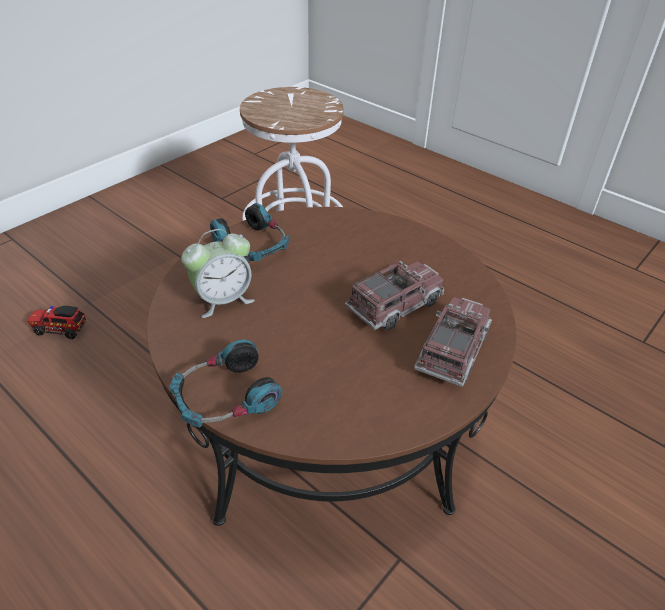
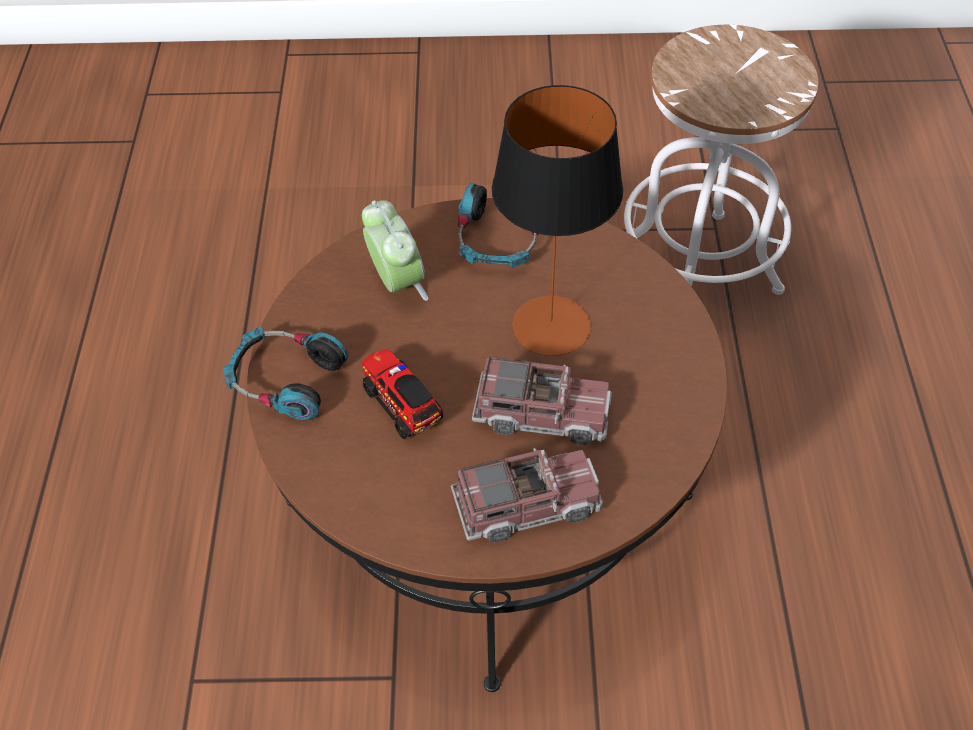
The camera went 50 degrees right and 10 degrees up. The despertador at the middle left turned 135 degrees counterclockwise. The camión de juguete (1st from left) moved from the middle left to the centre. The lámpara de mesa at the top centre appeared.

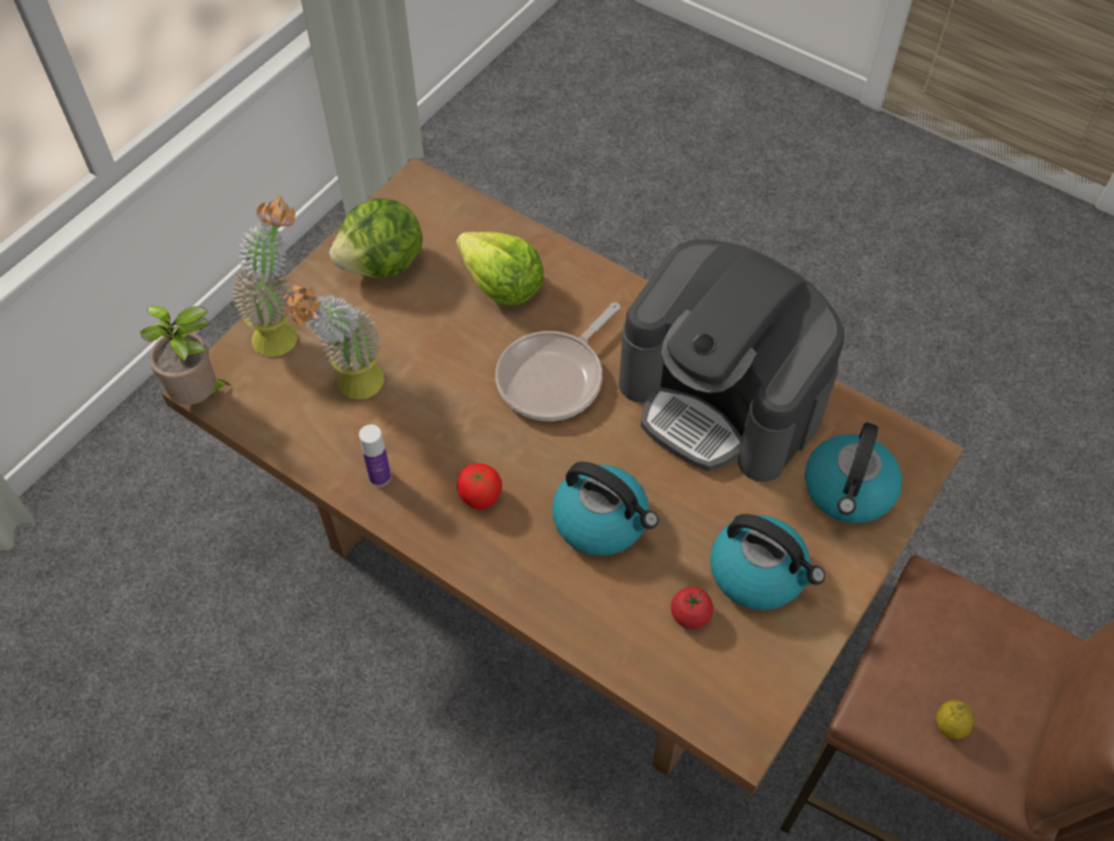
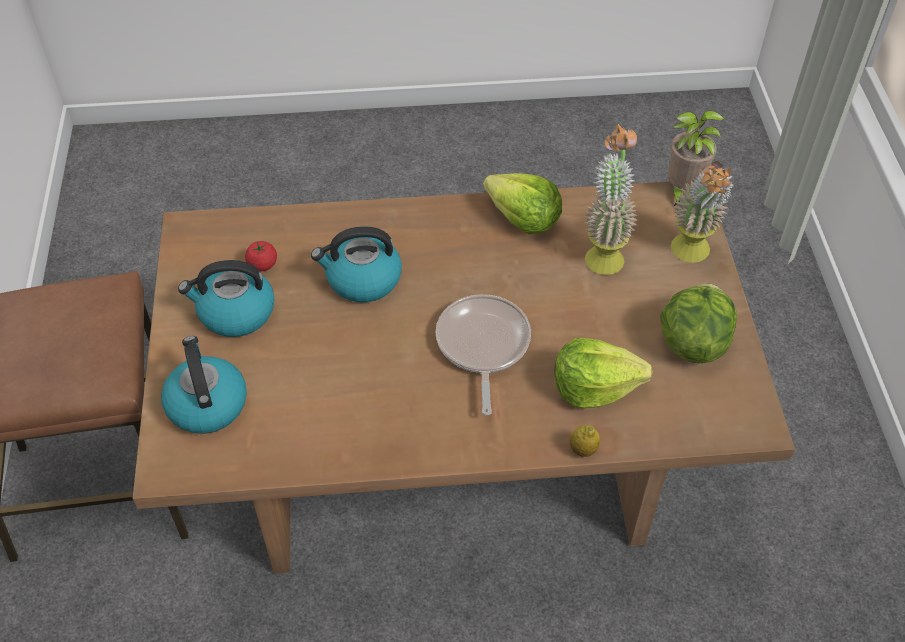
The camera went 140 degrees right and 5 degrees down. The botella at the centre was replaced by the lechuga (1st from left) at the top centre. The limón moved from the bottom right to the bottom centre. The tomate (1st from left) at the centre disappeared. The cafetera at the centre disappeared.

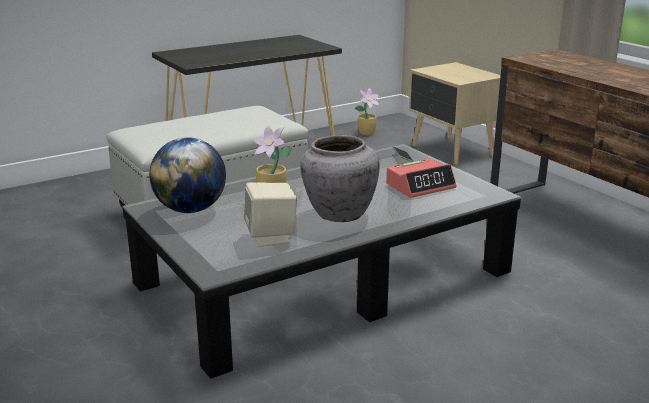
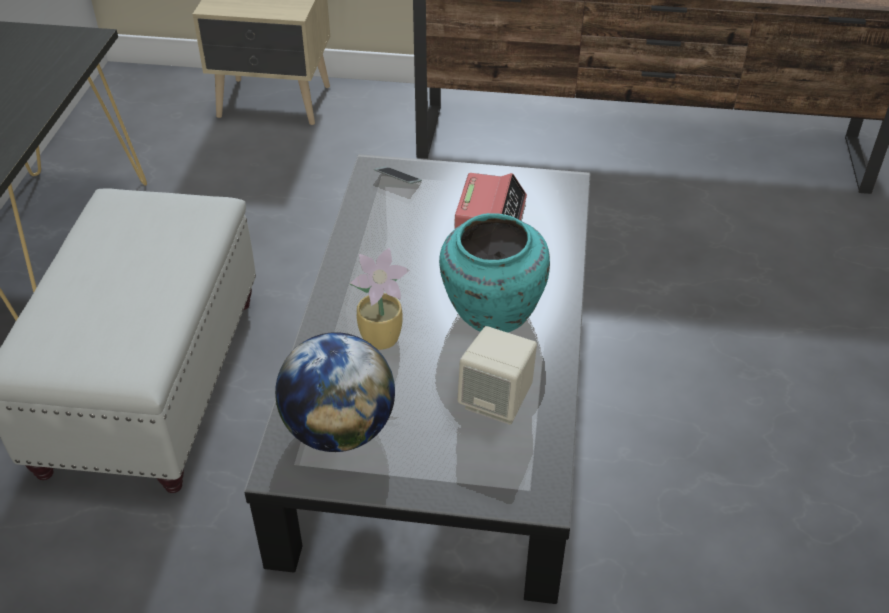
The camera went 50 degrees left and 20 degrees up. The florero (gris) at the centre became the florero (turquesa) at the centre. The planta en maceta (2nd from left) at the top centre disappeared.

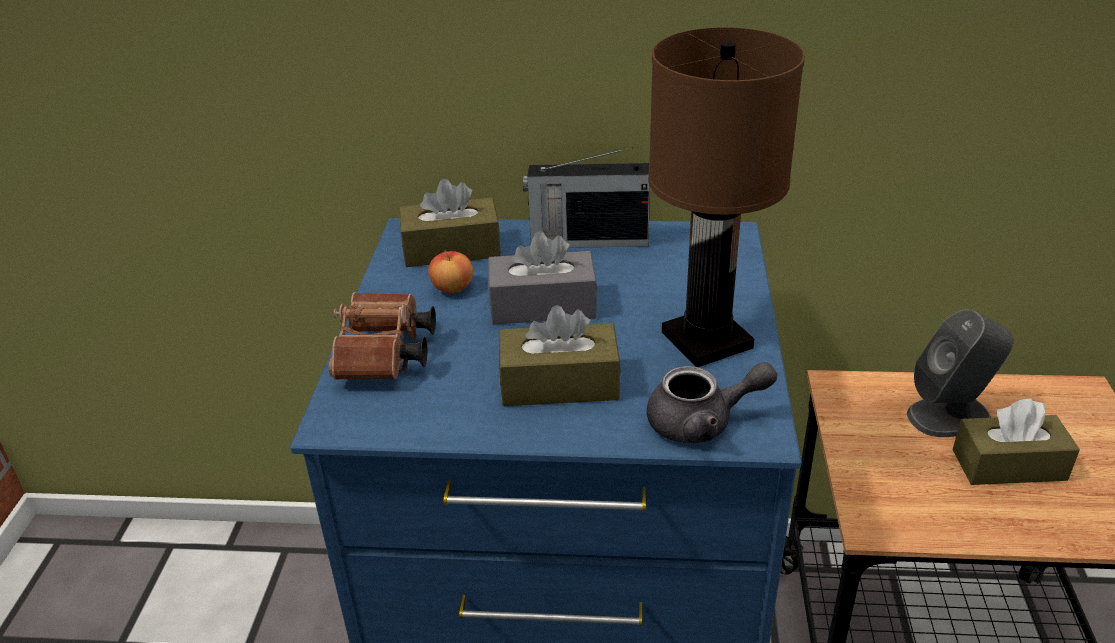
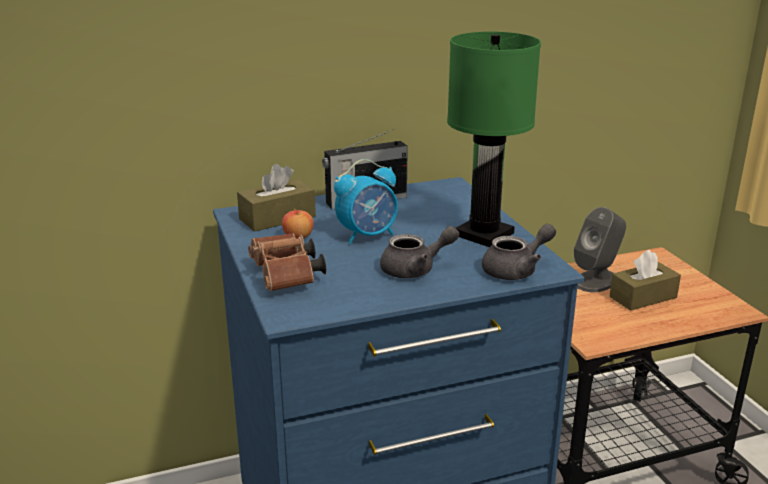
The camera went 25 degrees left and 10 degrees down. The caja de pañuelos (gris) at the centre was replaced by the despertador at the centre. The caja de pañuelos (marrón) (2nd from left) at the centre was replaced by the tetera (gris) (1st from left) at the centre. The lámpara de mesa (marrón) at the top centre became the lámpara de mesa (verde) at the top centre.

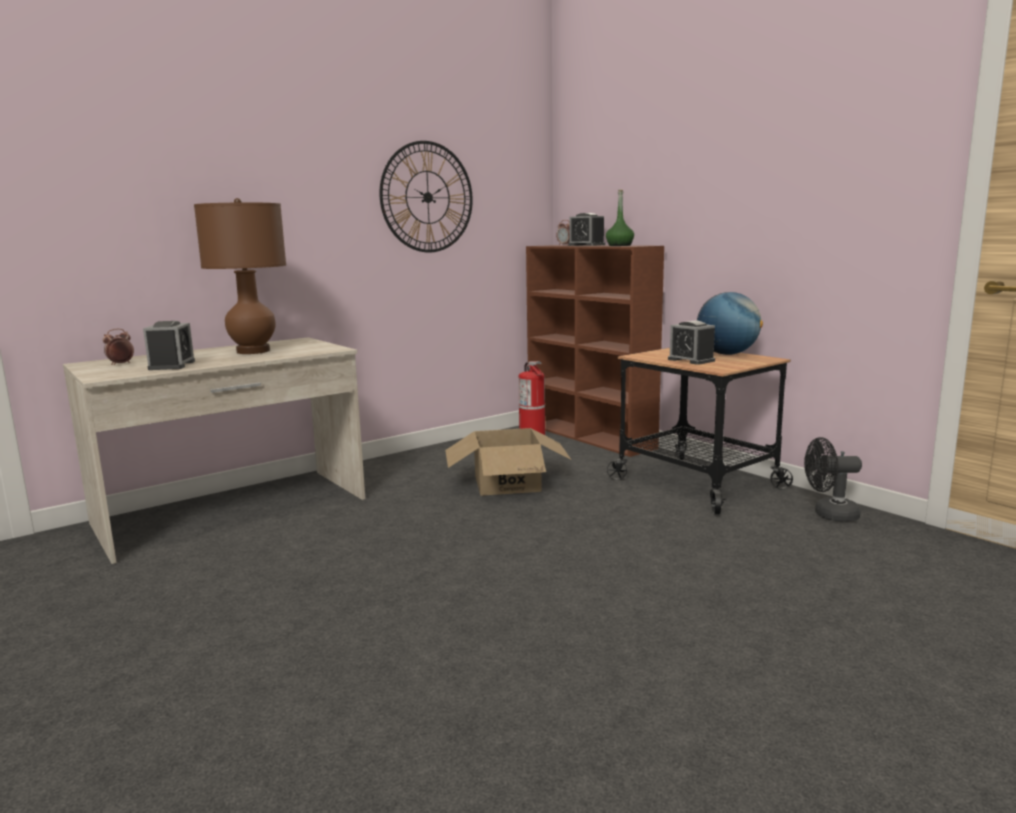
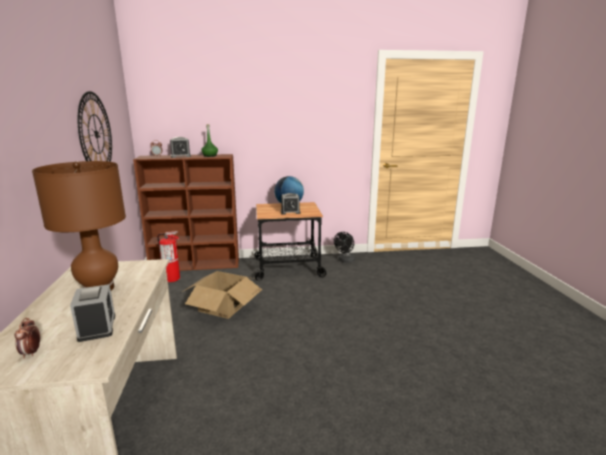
The camera went 60 degrees left and 5 degrees up. The despertador (2nd from left) at the middle left turned 45 degrees clockwise.

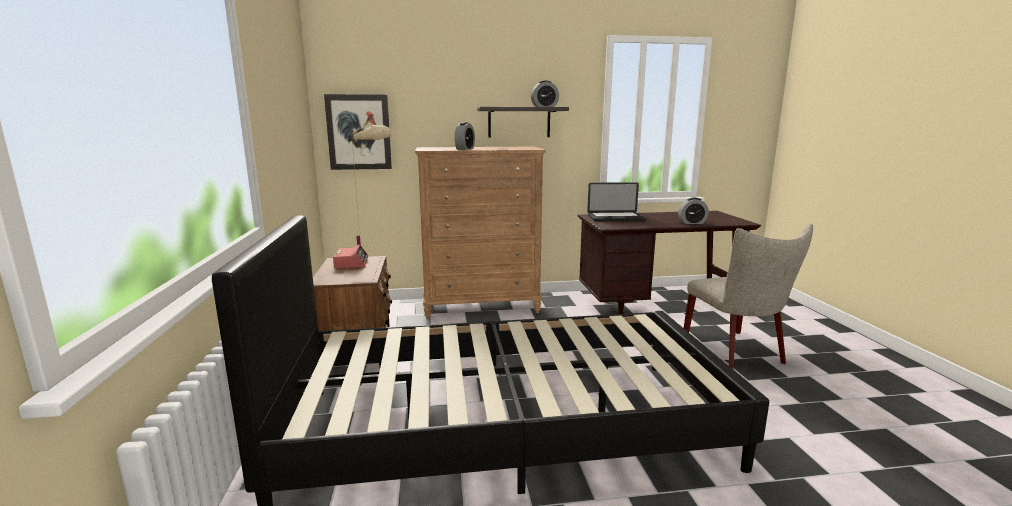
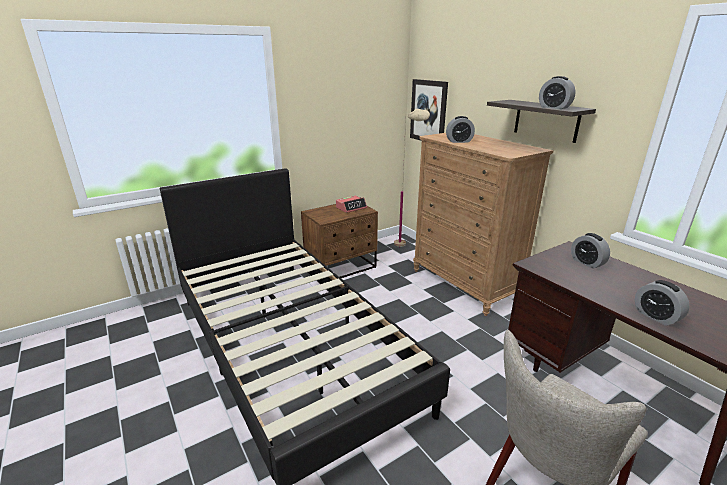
The camera went 65 degrees right and 10 degrees up. The portátil at the centre was replaced by the despertador (4th from left) at the middle right.

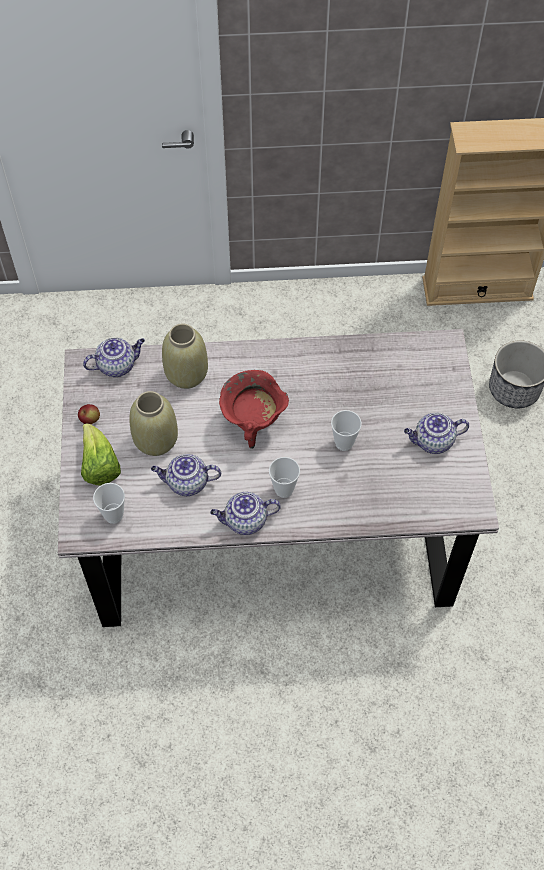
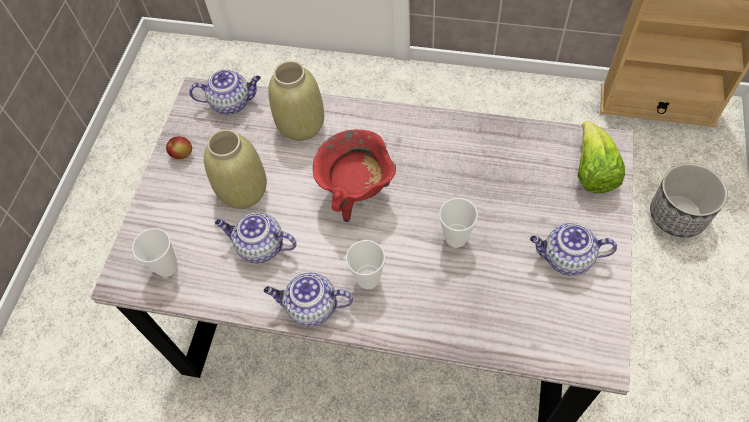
The camera went 20 degrees right and 0 degrees up. The lechuga moved from the middle left to the middle right.

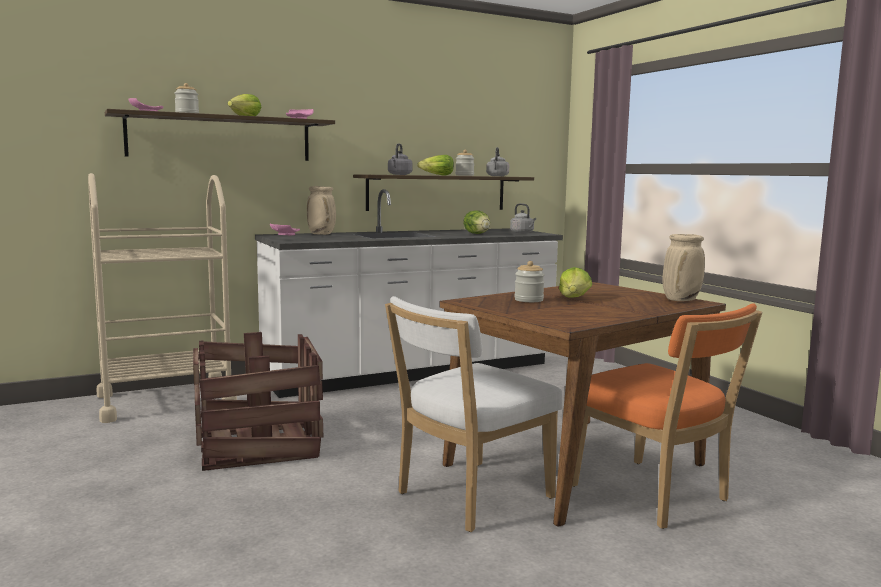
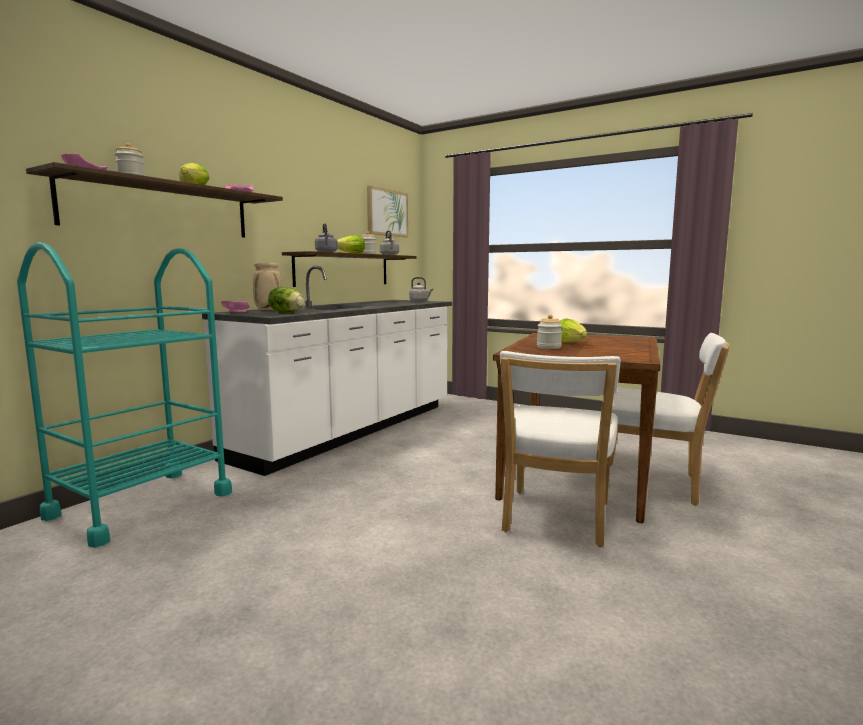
The camera went 30 degrees left and 0 degrees up. The carrito (beis) at the middle left became the carrito (turquesa) at the middle left. The lechuga (3rd from left in the first image) moved from the centre to the middle left. The cuadro at the top centre appeared. The silla (naranja) at the bottom right became the silla (blanco) (2nd from left) at the middle right. The caja de embalaje at the bottom left disappeared. The florero (beis) (2nd from left) at the middle right disappeared.

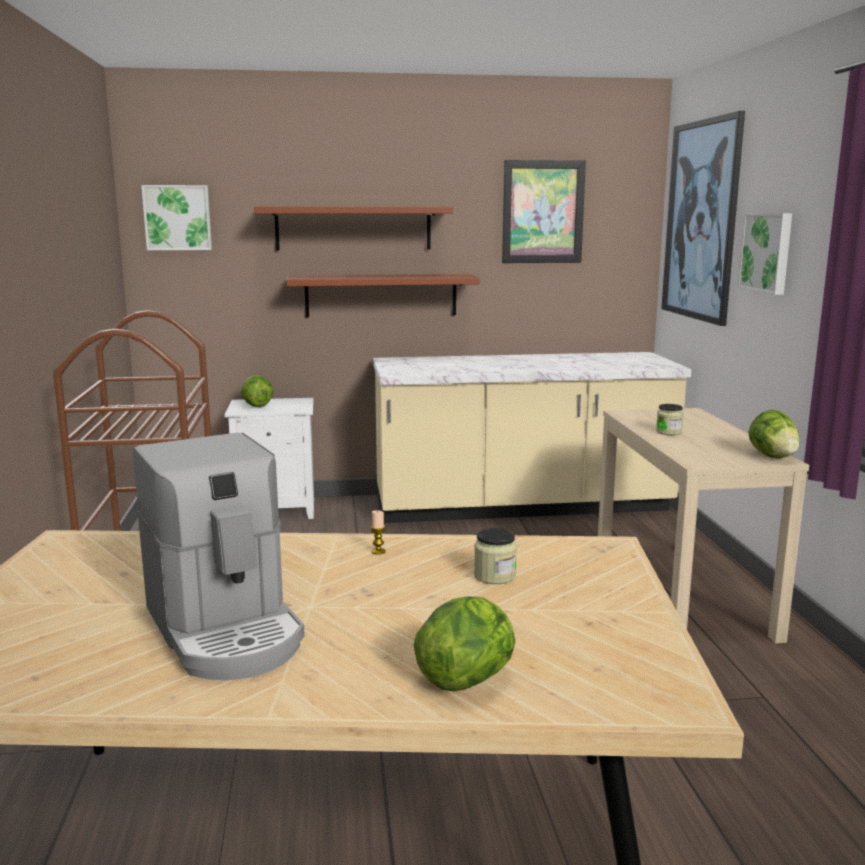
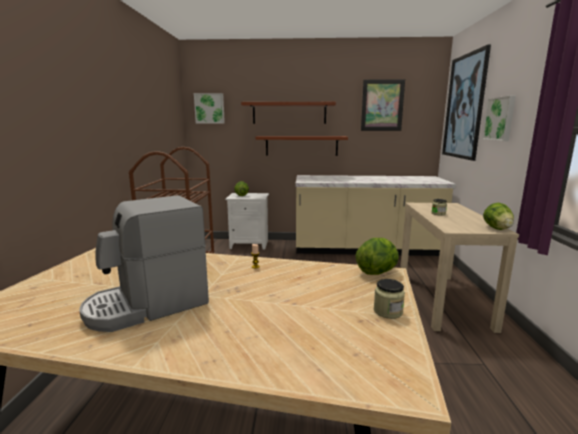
The camera went 10 degrees right and 0 degrees up. The cafetera at the middle left turned 75 degrees clockwise. The lechuga (2nd from left) moved from the bottom centre to the centre. The tarro (1st from left) moved from the centre to the bottom right.

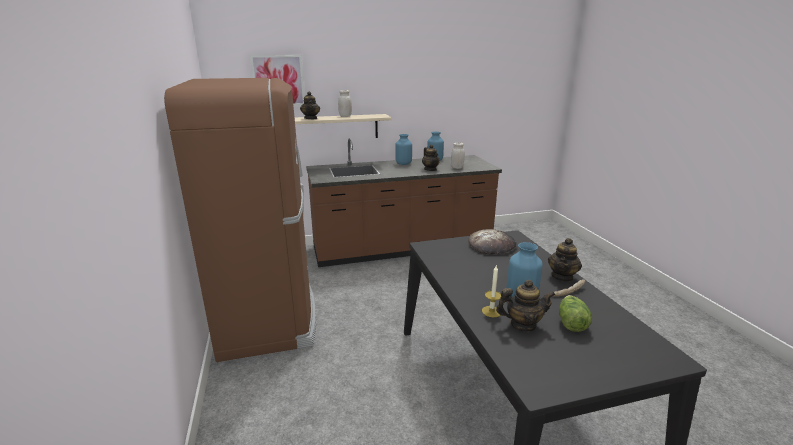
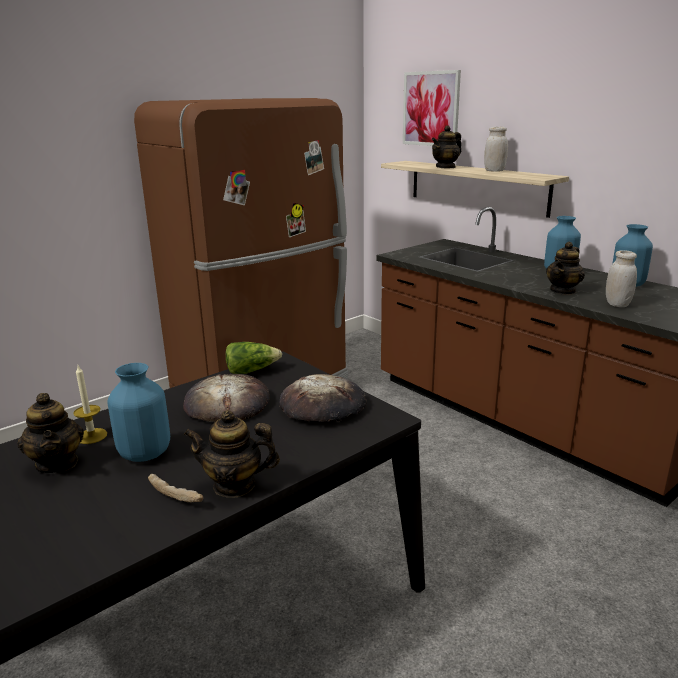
The camera went 65 degrees right and 0 degrees up. The pan (2nd from left) at the centre appeared. The lechuga moved from the bottom right to the centre.

